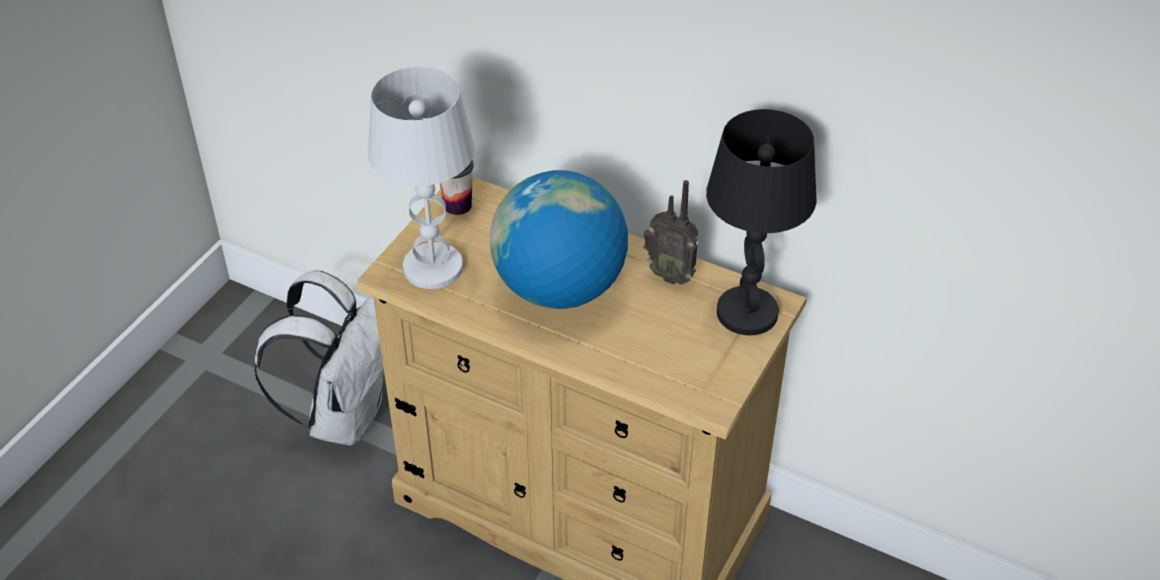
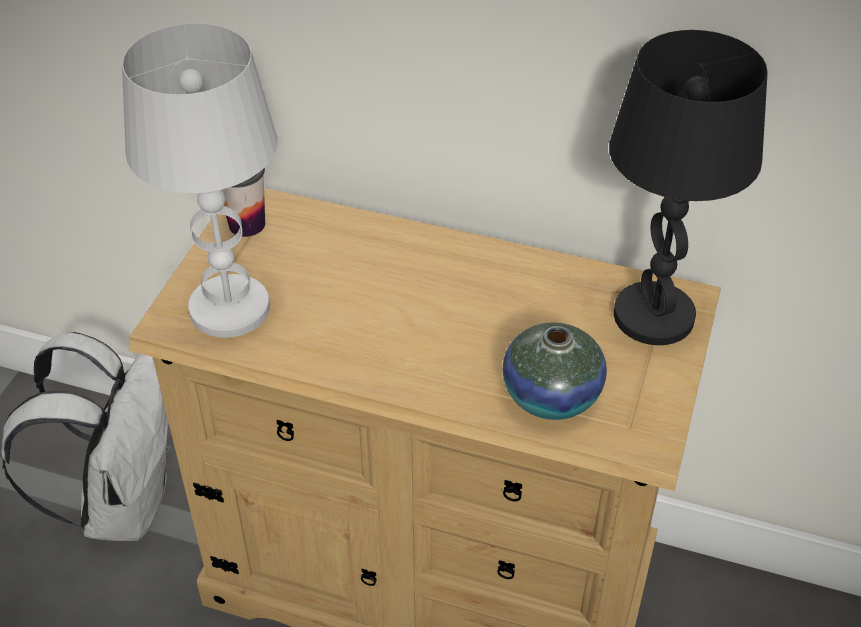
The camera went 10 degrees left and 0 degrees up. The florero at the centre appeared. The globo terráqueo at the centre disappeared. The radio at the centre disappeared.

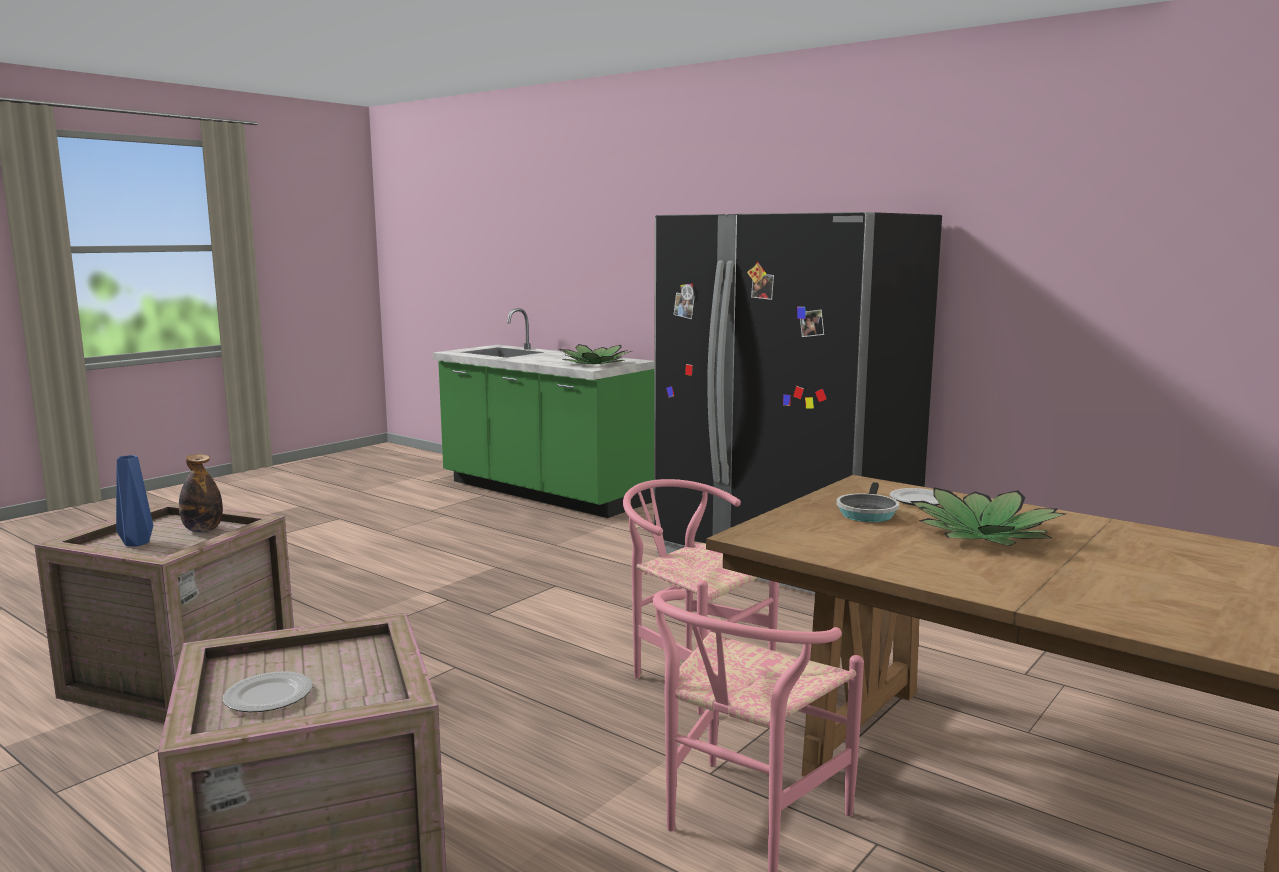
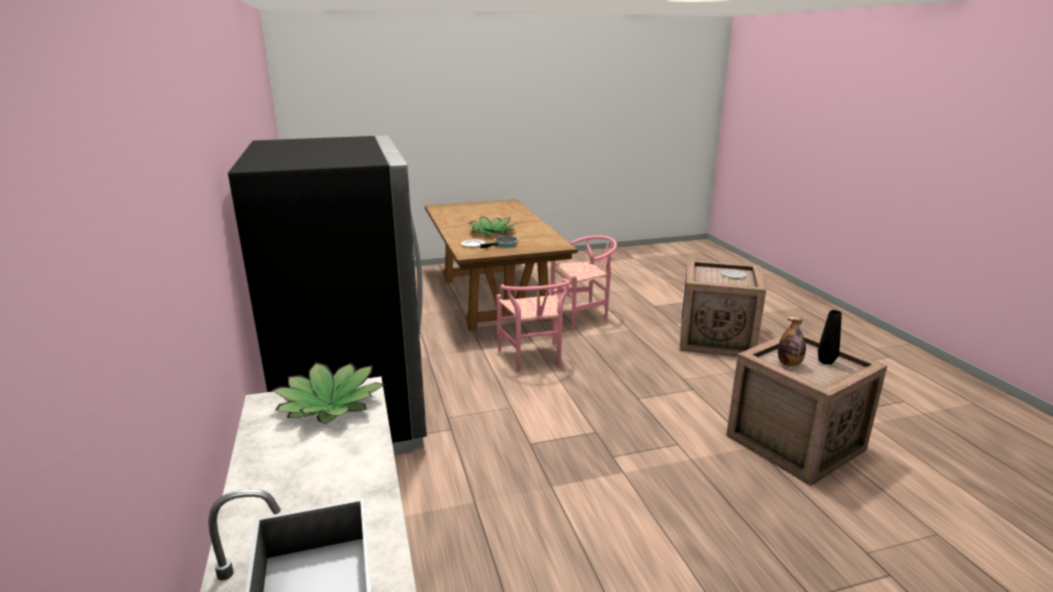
The camera went 145 degrees left and 10 degrees up. The florero (azul) at the middle left became the florero (negro) at the middle right.

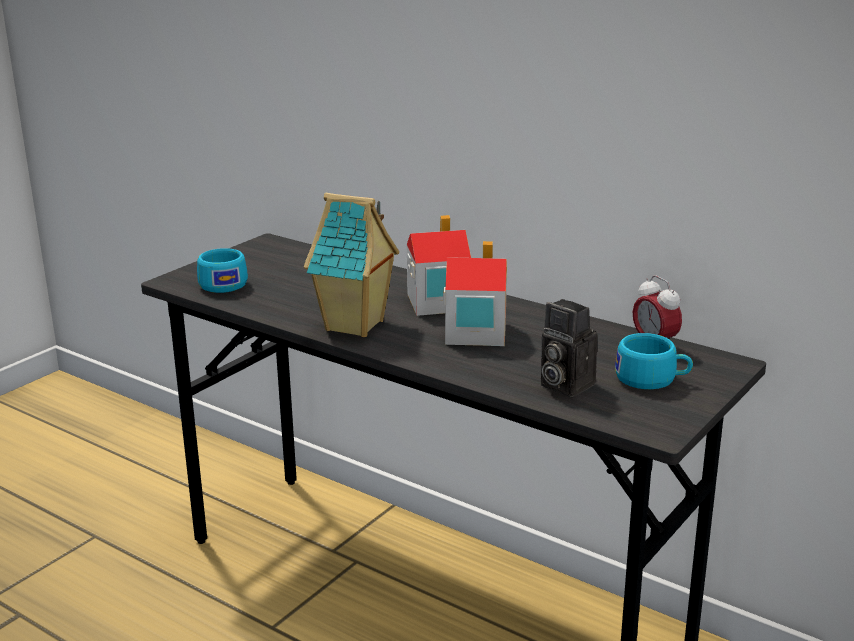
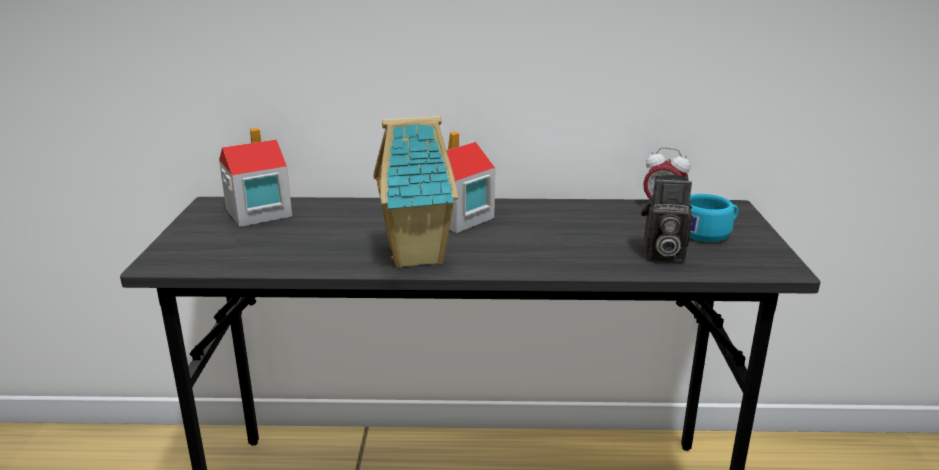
The camera went 35 degrees left and 0 degrees up. The casita (3rd from left in the first image) moved from the centre to the middle left. The taza (turquesa) (1st from left) at the middle left disappeared.

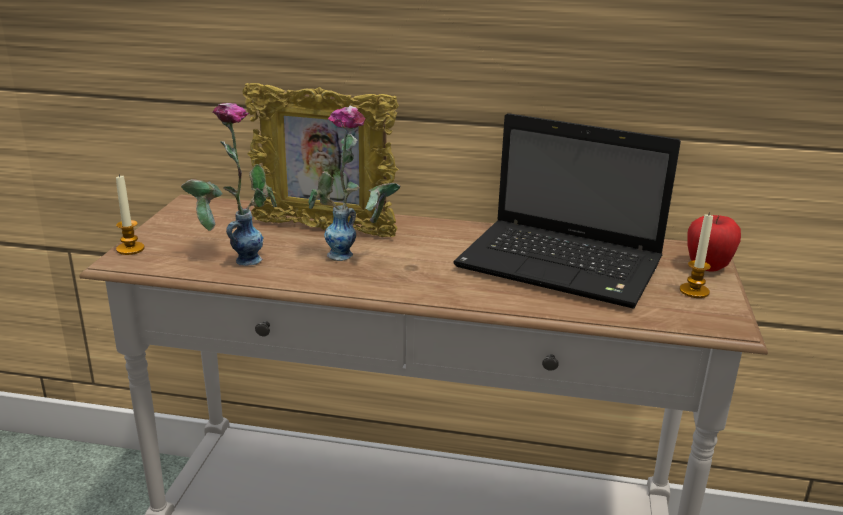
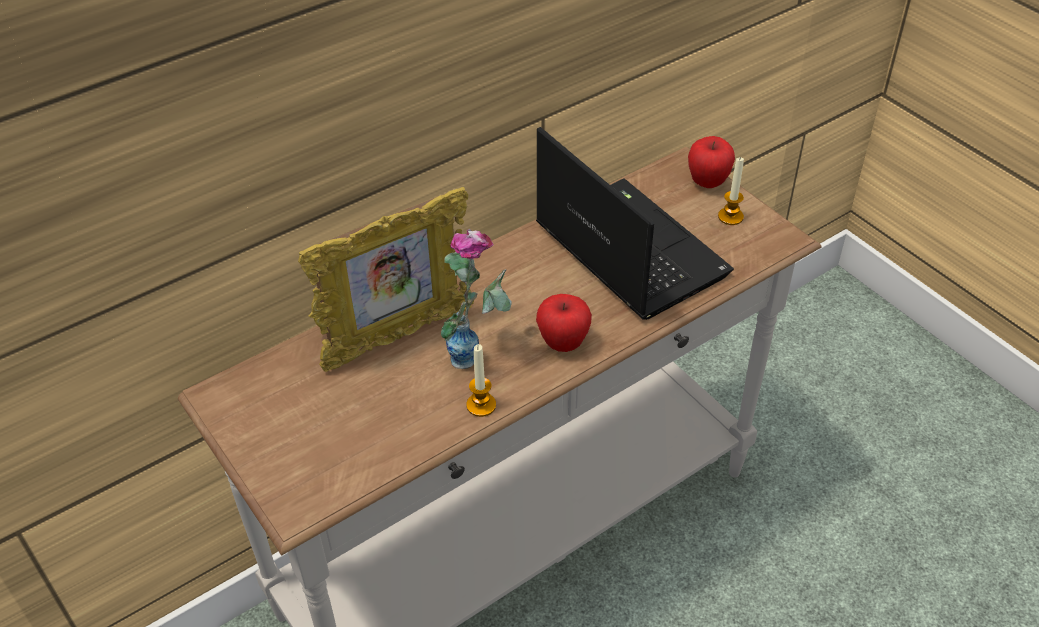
The camera went 45 degrees left and 20 degrees up. The vela (1st from left) moved from the middle left to the centre. The portátil at the middle right turned 105 degrees counterclockwise. The manzana (1st from left) at the centre appeared. The florero (1st from left) at the middle left disappeared.

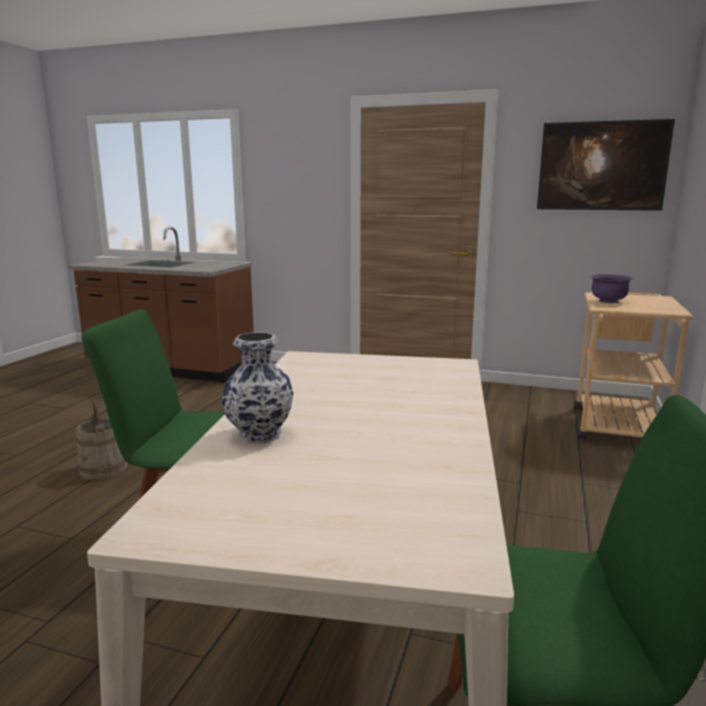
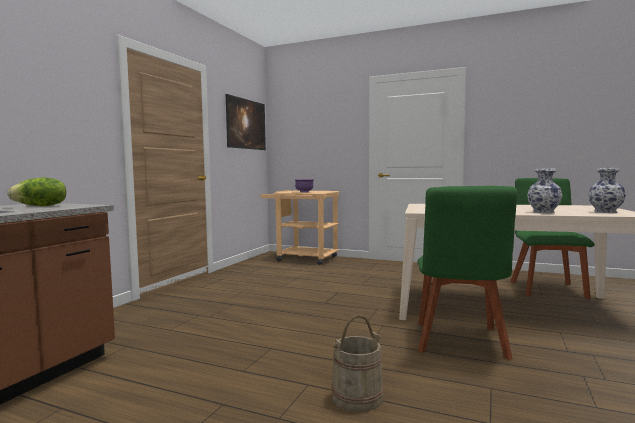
The camera went 85 degrees left and 10 degrees down. The lechuga at the middle left appeared. The florero (2nd from left) at the middle right appeared.

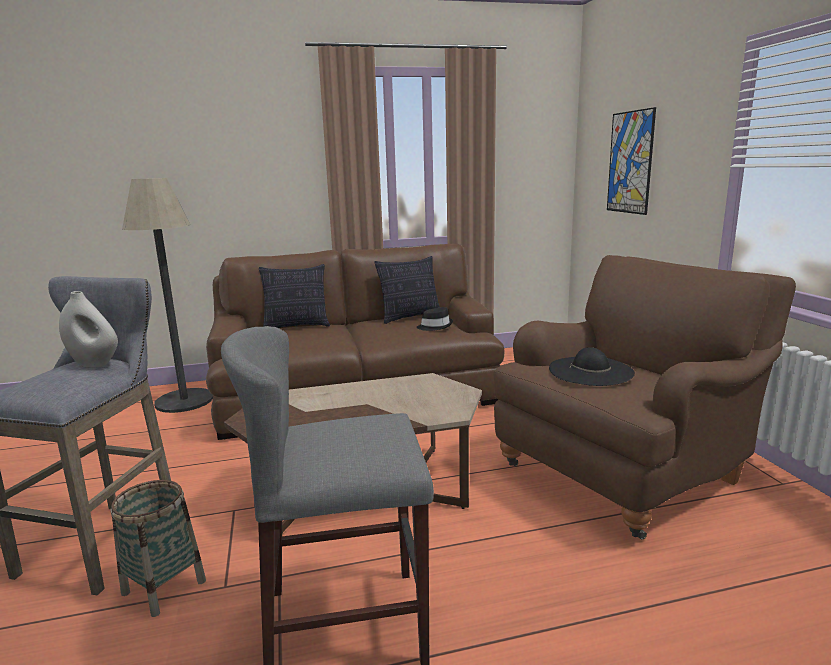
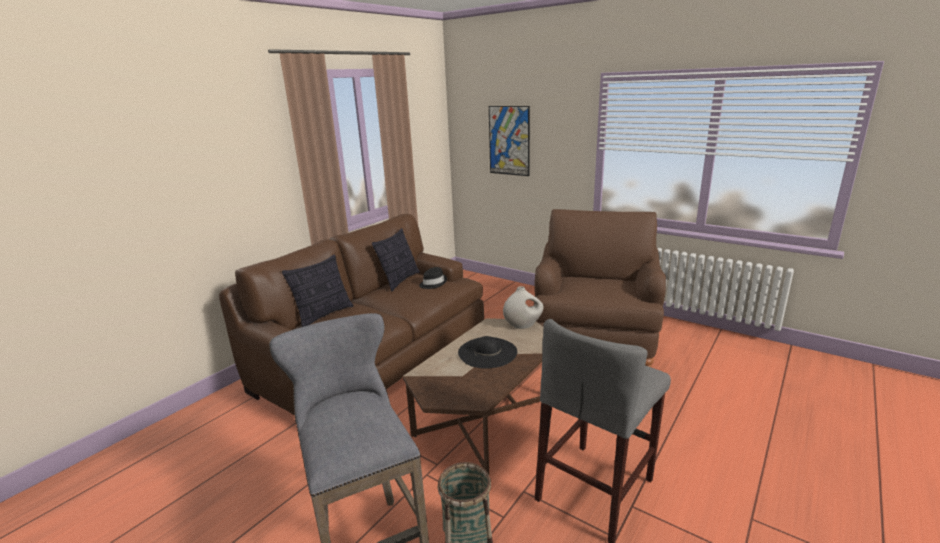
The camera went 40 degrees left and 5 degrees up. The sombrero (negro) (2nd from left) moved from the middle right to the centre. The florero (blanco) moved from the middle left to the centre. The lámpara de pie at the middle left disappeared.

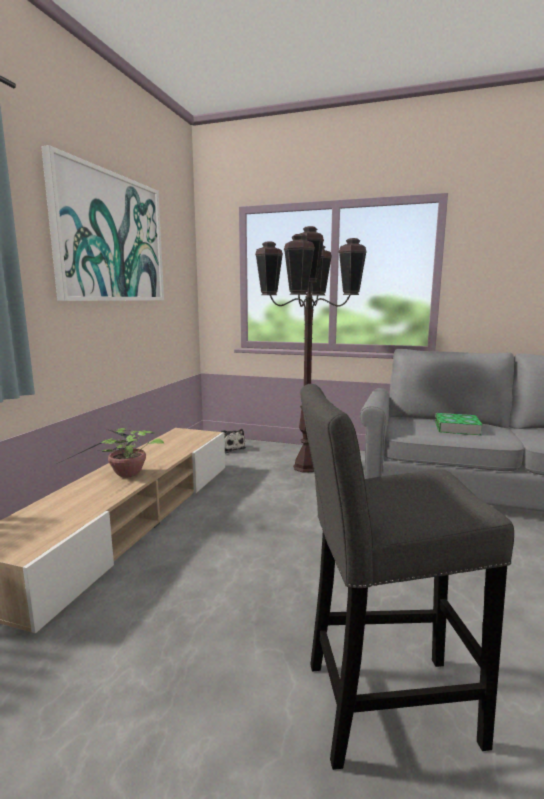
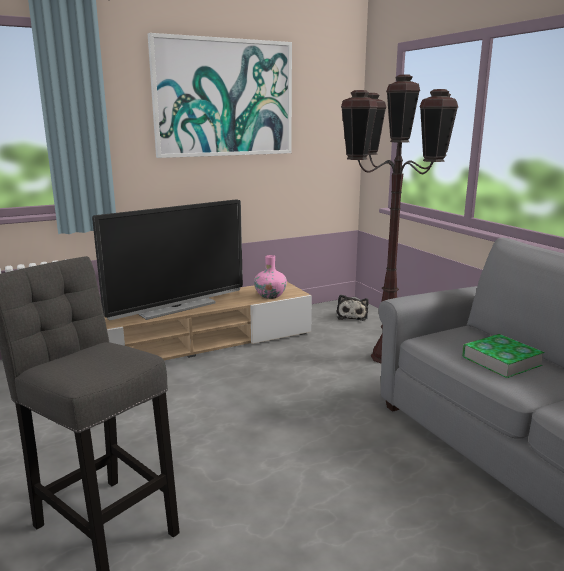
The camera went 45 degrees right and 5 degrees up. The planta en maceta at the middle left was replaced by the televisor at the middle left. The florero (rosa) at the centre appeared.

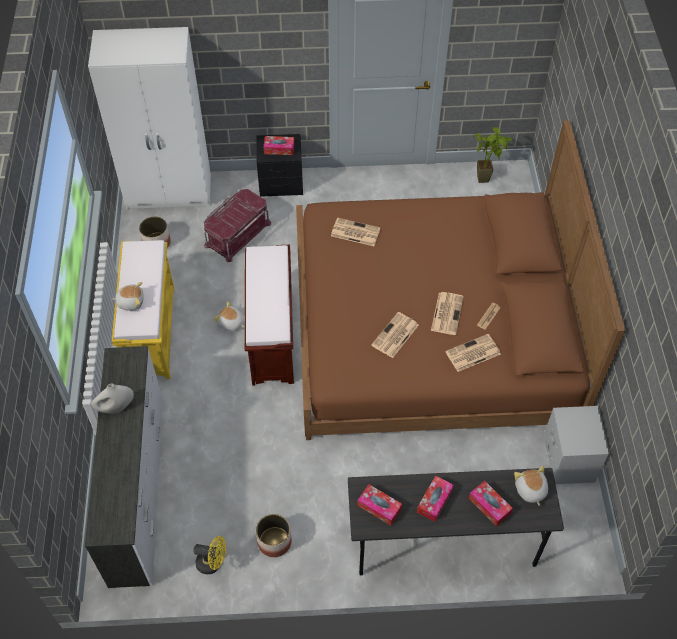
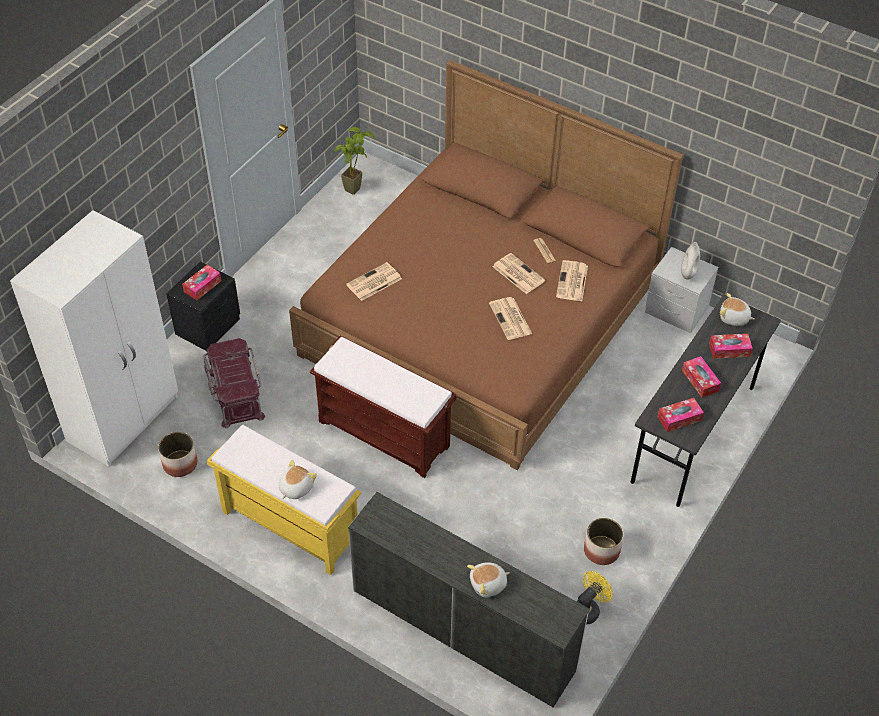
The camera went 55 degrees left and 5 degrees down. The peluche (2nd from left) moved from the centre to the bottom centre. The florero (blanco) moved from the middle left to the middle right.

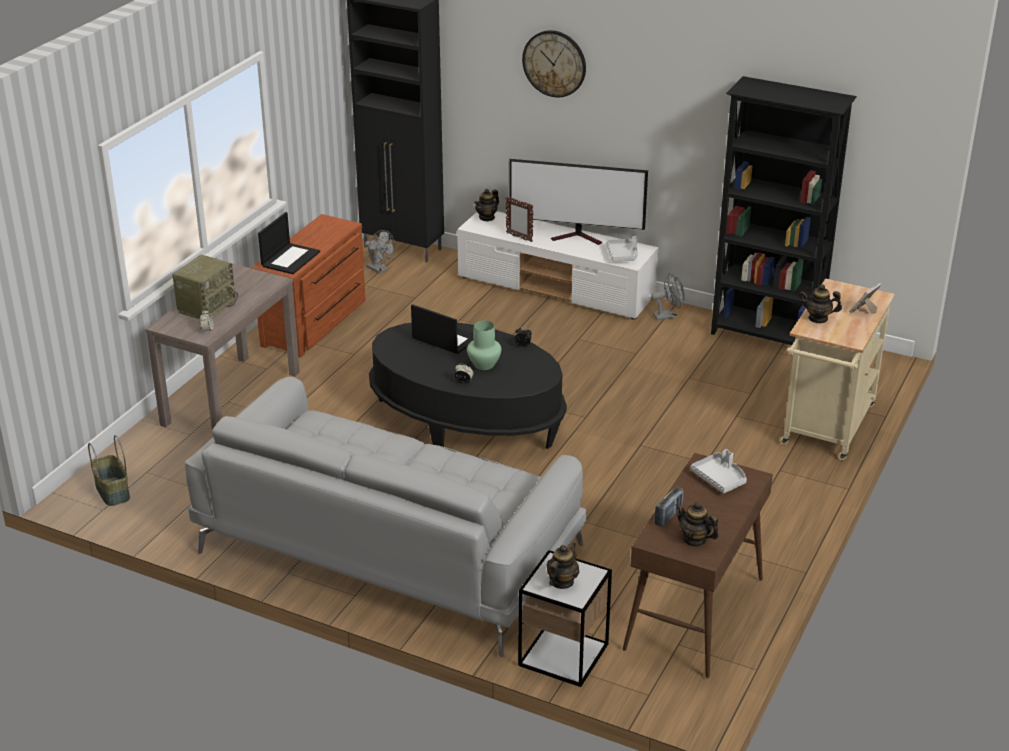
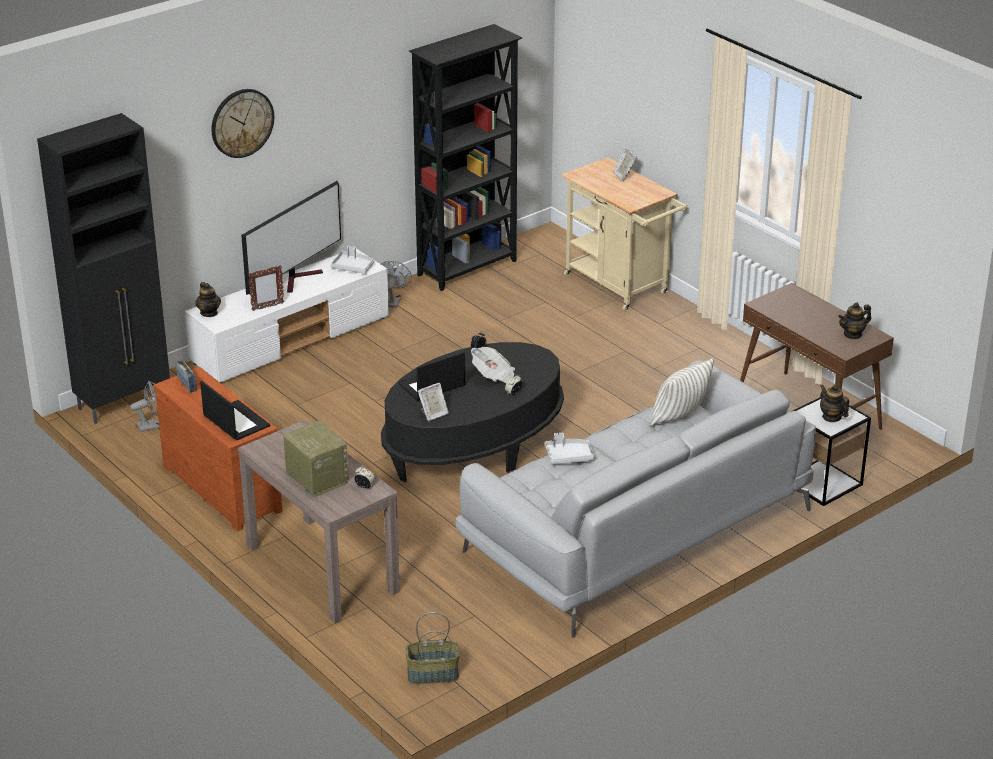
The camera went 65 degrees left and 0 degrees up. The radio (2nd from left in the first image) moved from the bottom centre to the middle left. The portarretratos (2nd from left) at the centre appeared. The florero (verde) at the centre was replaced by the periódico at the centre. The bandeja (gris) (2nd from left) moved from the middle right to the centre. The cojín at the middle right appeared. The tetera (4th from left) at the middle right disappeared.

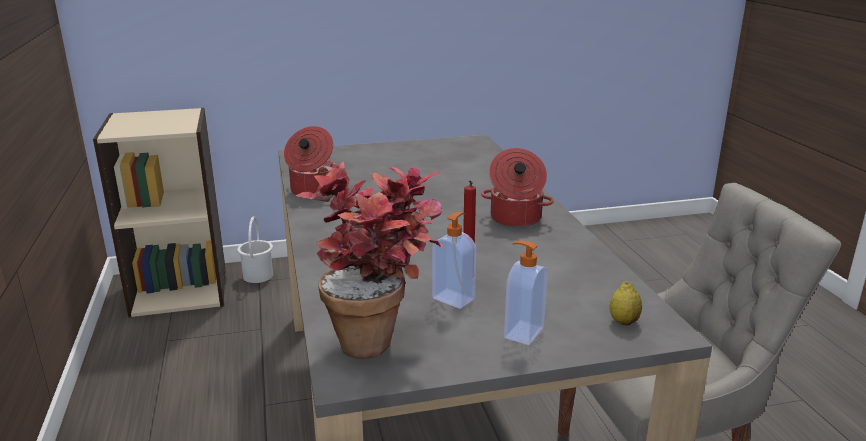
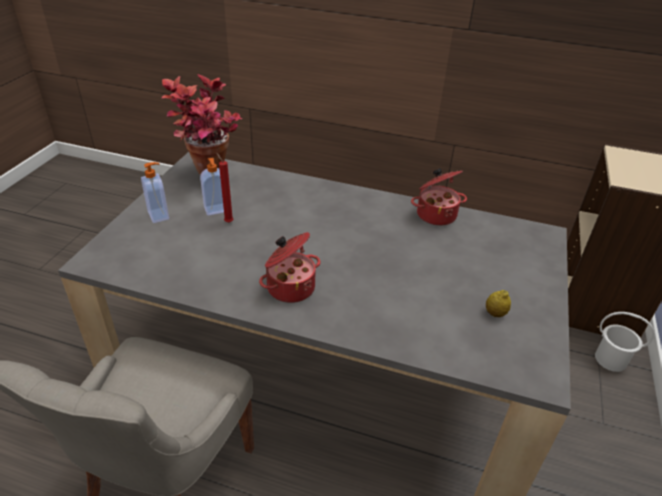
The camera went 120 degrees right and 15 degrees up. The limón moved from the bottom right to the middle right.

